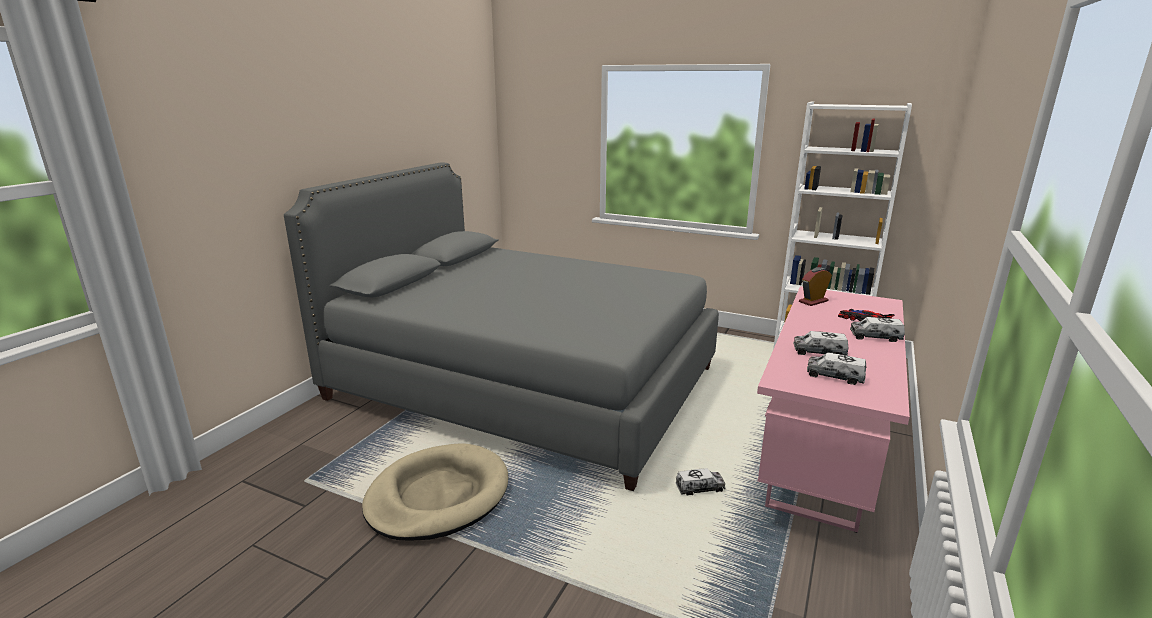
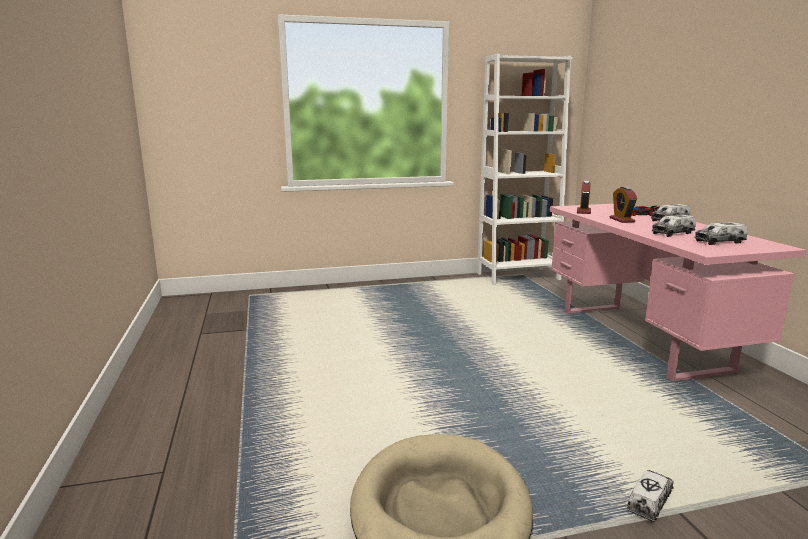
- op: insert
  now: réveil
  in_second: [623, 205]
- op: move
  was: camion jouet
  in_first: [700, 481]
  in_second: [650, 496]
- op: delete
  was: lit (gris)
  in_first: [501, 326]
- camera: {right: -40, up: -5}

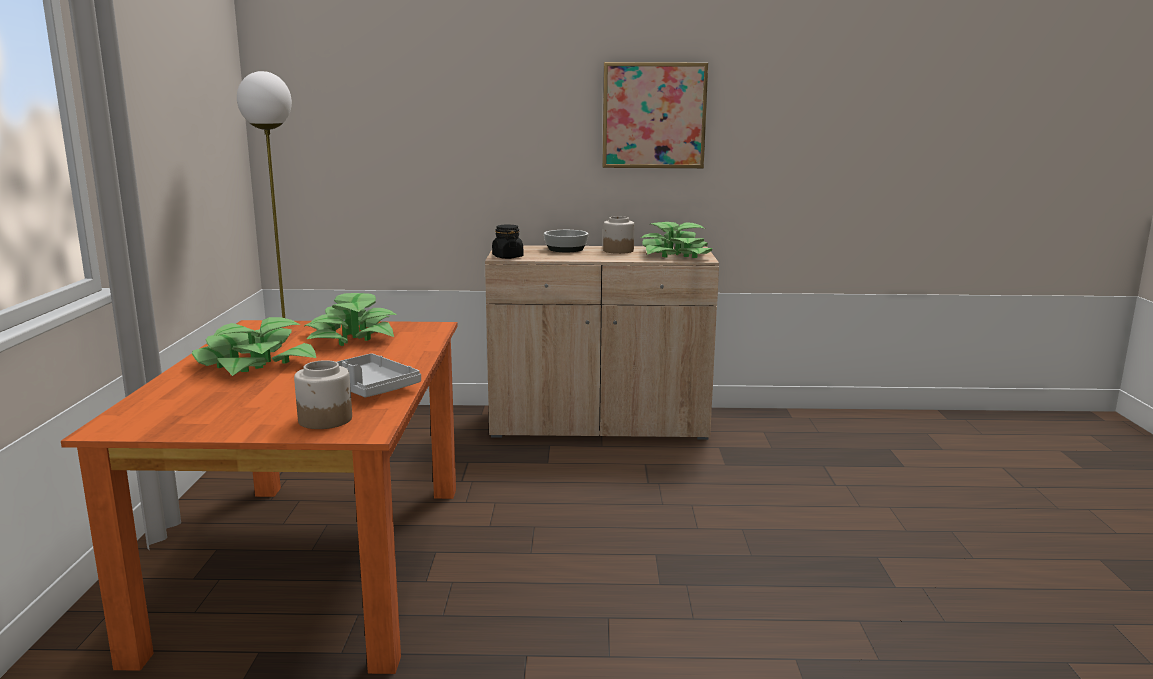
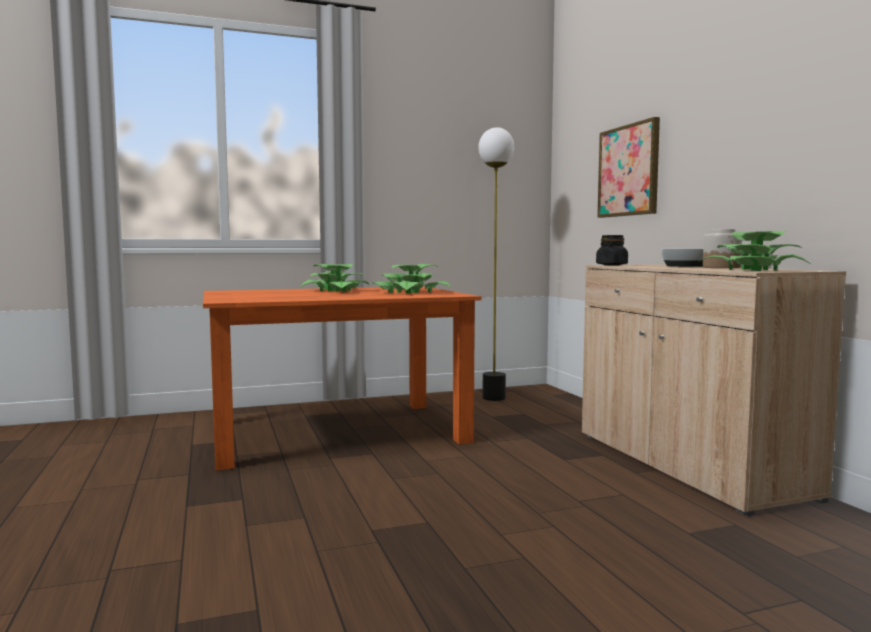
- op: move
  was: tableau
  in_first: [655, 115]
  in_second: [628, 167]
- op: delete
  was: bocal
  in_first: [323, 394]
- op: delete
  was: plateau (gris)
  in_first: [379, 375]
- camera: {right: 70, up: -10}

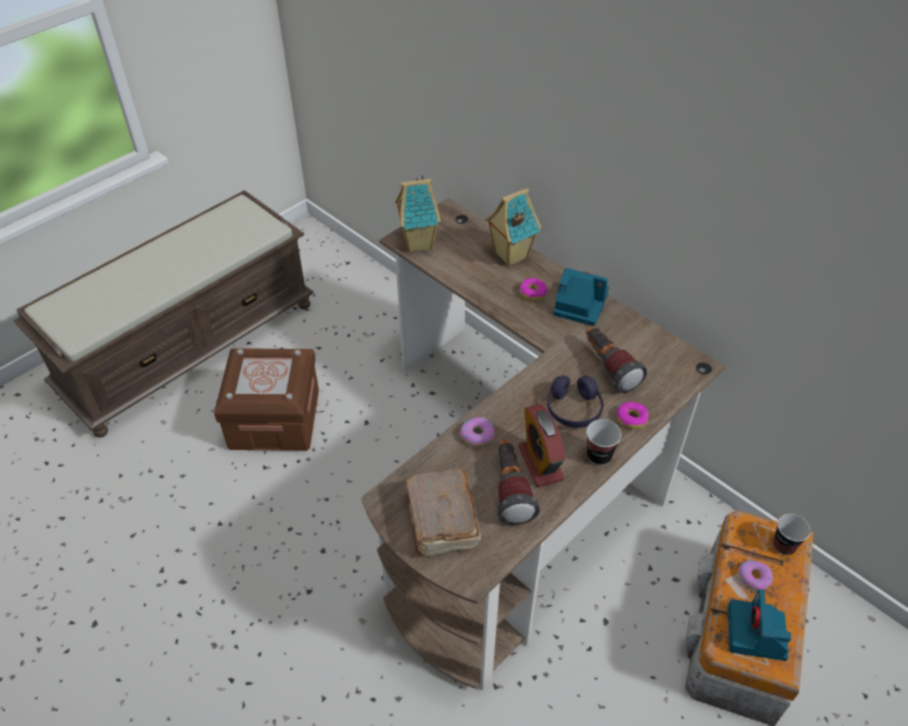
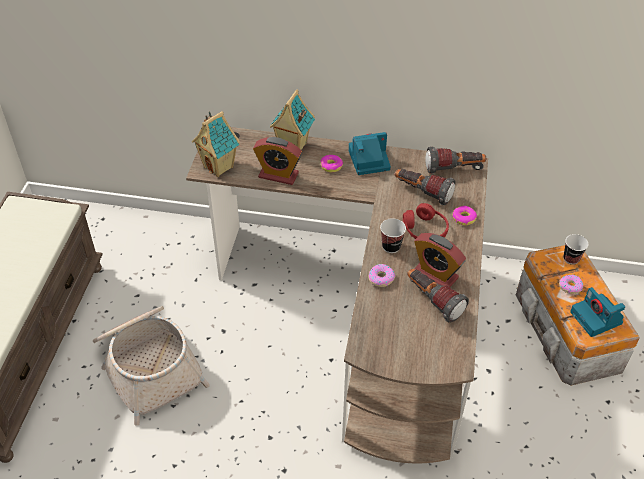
- op: replace
  was: boîte de rangement (marron)
  now: panier
  in_first: [266, 399]
  in_second: [151, 366]
- op: insert
  now: réveil
  in_second: [277, 161]
- op: move
  was: tasse
  in_first: [603, 442]
  in_second: [393, 235]
- op: recolor
  was: casque audio (violet)
  now: casque audio (rouge)
  in_first: [575, 401]
  in_second: [426, 221]
- op: insert
  now: lampe de poche
  in_second: [455, 160]
- op: delete
  was: livre (marron)
  in_first: [442, 513]
- camera: {right: -35, up: 0}

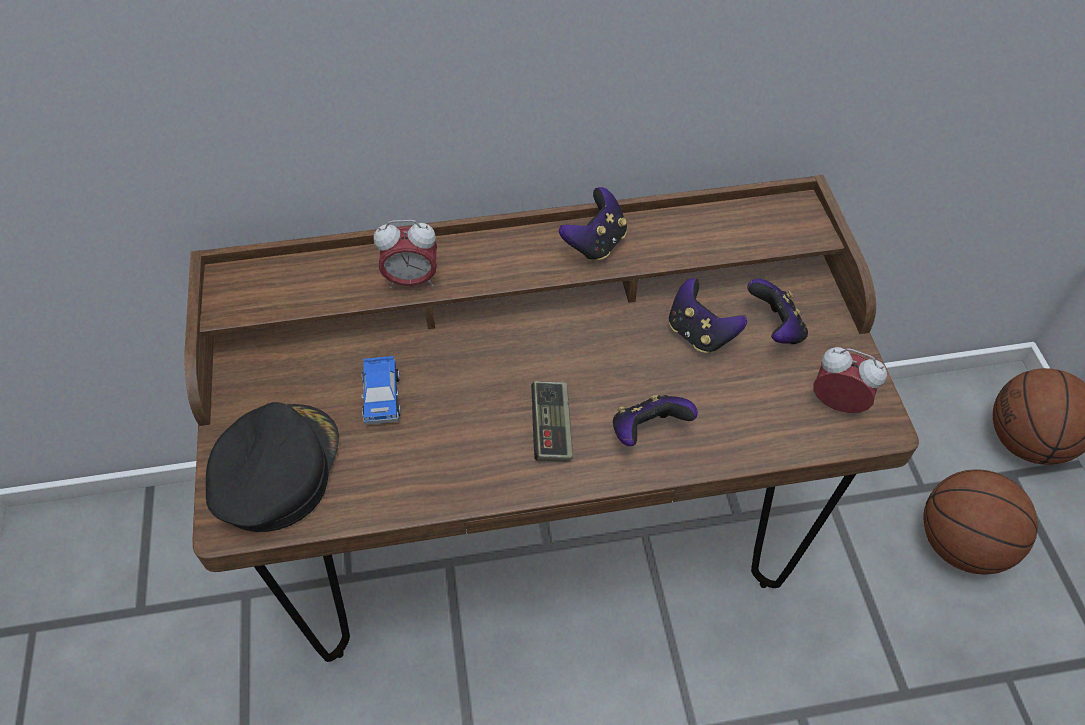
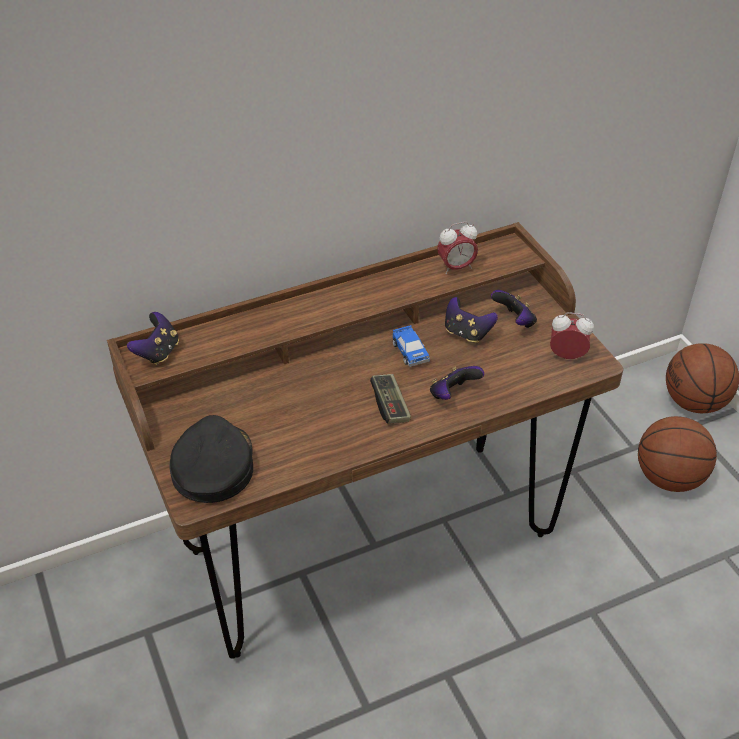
- op: move
  was: manette
  in_first: [593, 224]
  in_second: [153, 338]
- op: move
  was: petite voiture
  in_first: [381, 390]
  in_second: [411, 346]
- op: move
  was: réveil
  in_first: [405, 254]
  in_second: [457, 248]
- camera: {right: -15, up: -10}

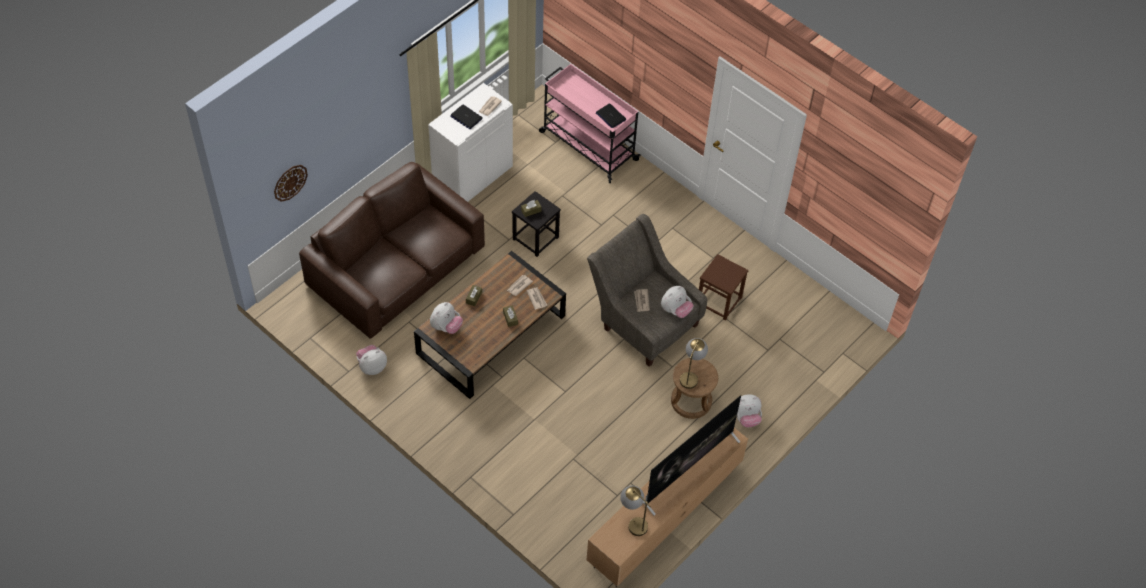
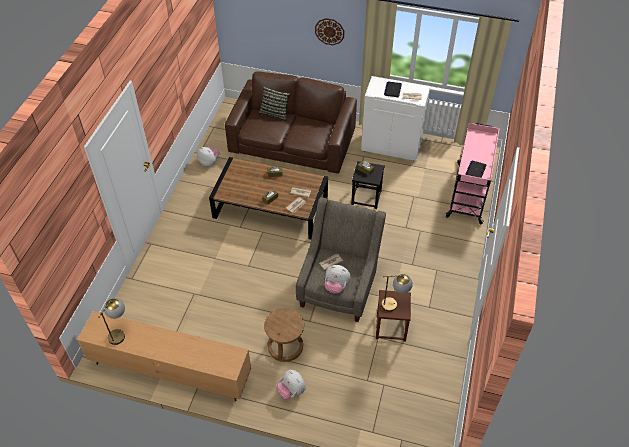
- op: insert
  now: coussin
  in_second: [275, 104]
- op: move
  was: horloge murale
  in_first: [291, 183]
  in_second: [329, 31]
- op: move
  was: lampe de table
  in_first: [694, 363]
  in_second: [397, 293]
- op: delete
  was: peluche
  in_first: [446, 318]
- op: delete
  was: téléviseur
  in_first: [692, 455]
- camera: {right: 65, up: -5}

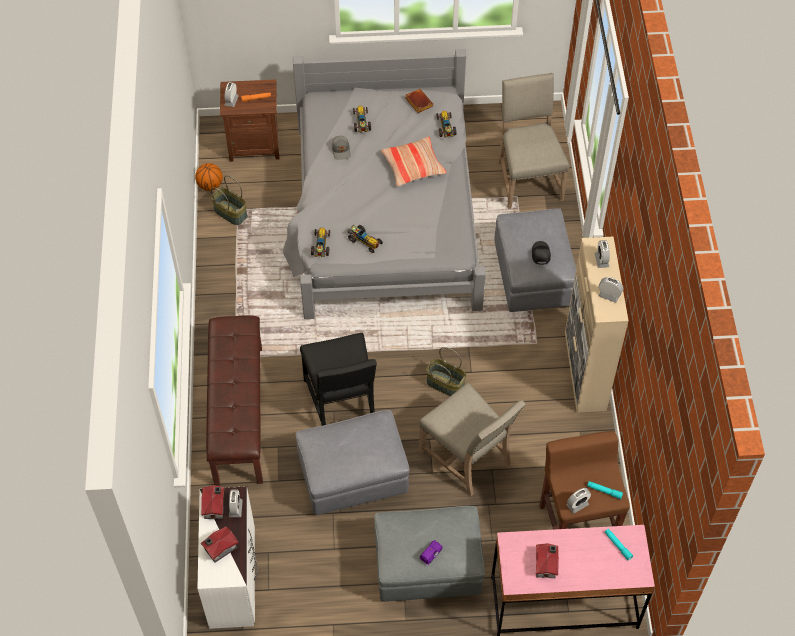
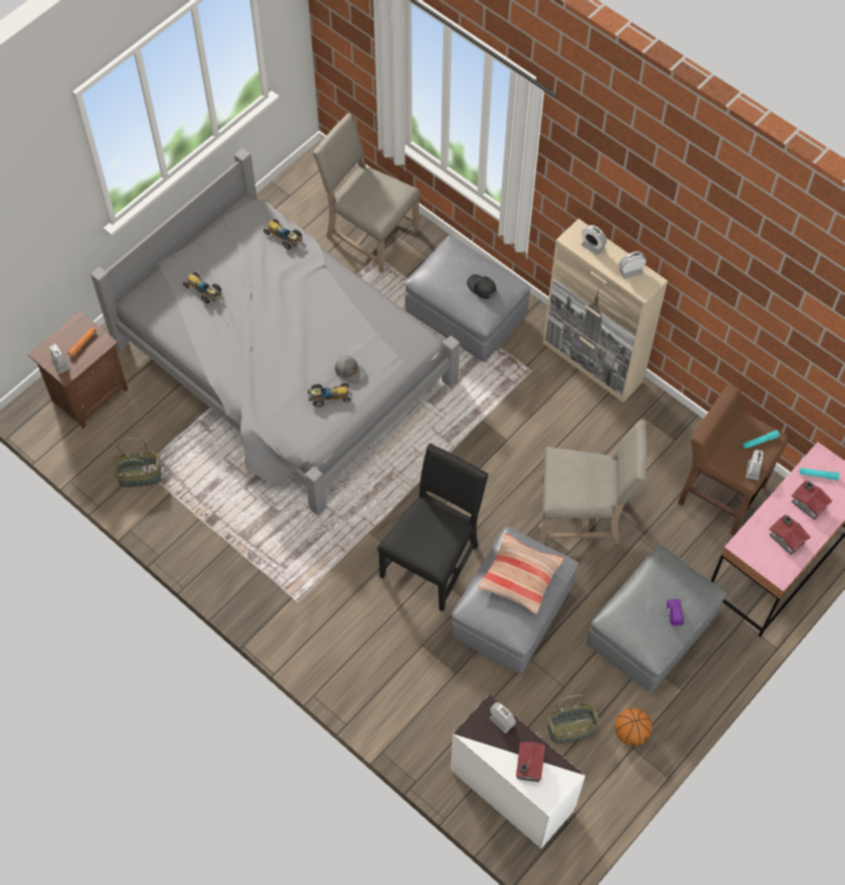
- op: move
  was: casquette (gris)
  in_first: [341, 148]
  in_second: [351, 369]
- op: rotate
  was: chaise (noir)
  in_first: [338, 379]
  in_second: [433, 527]
  clockwise: -90
- op: move
  was: coussin
  in_first: [414, 162]
  in_second: [521, 573]
- op: move
  was: panier
  in_first: [446, 371]
  in_second: [573, 719]
- op: move
  was: ballon de basket
  in_first: [209, 177]
  in_second: [633, 727]
- op: move
  was: maison miniature
  in_first: [212, 502]
  in_second: [811, 500]
- op: delete
  was: banc (marron)
  in_first: [234, 400]
- op: delete
  was: petite voiture
  in_first: [320, 242]
- op: delete
  was: livre (marron)
  in_first: [419, 101]
- camera: {right: -45, up: 5}

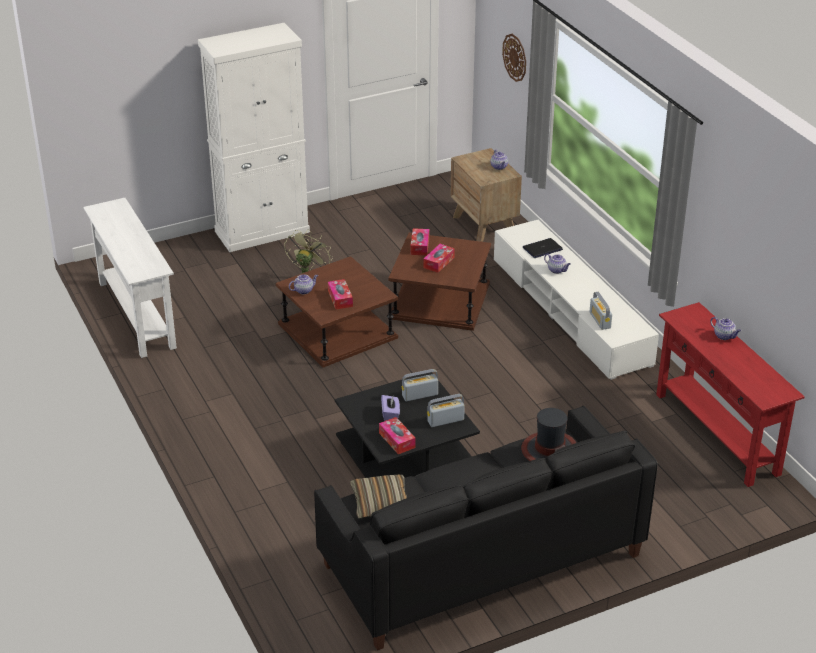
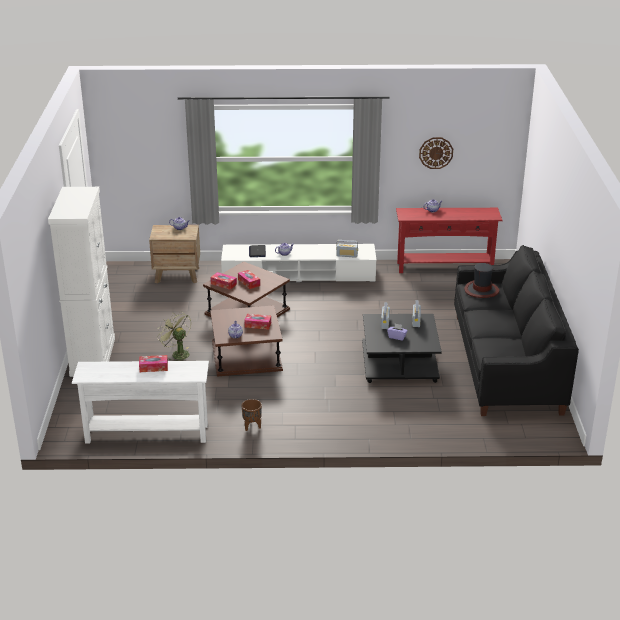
- op: move
  was: boîte à mouchoirs
  in_first: [397, 435]
  in_second: [153, 363]
- op: insert
  now: cache-pot (marron)
  in_second: [251, 415]
- op: move
  was: horloge murale
  in_first: [514, 58]
  in_second: [436, 153]
- op: delete
  was: coussin
  in_first: [378, 496]
- camera: {right: -65, up: -5}

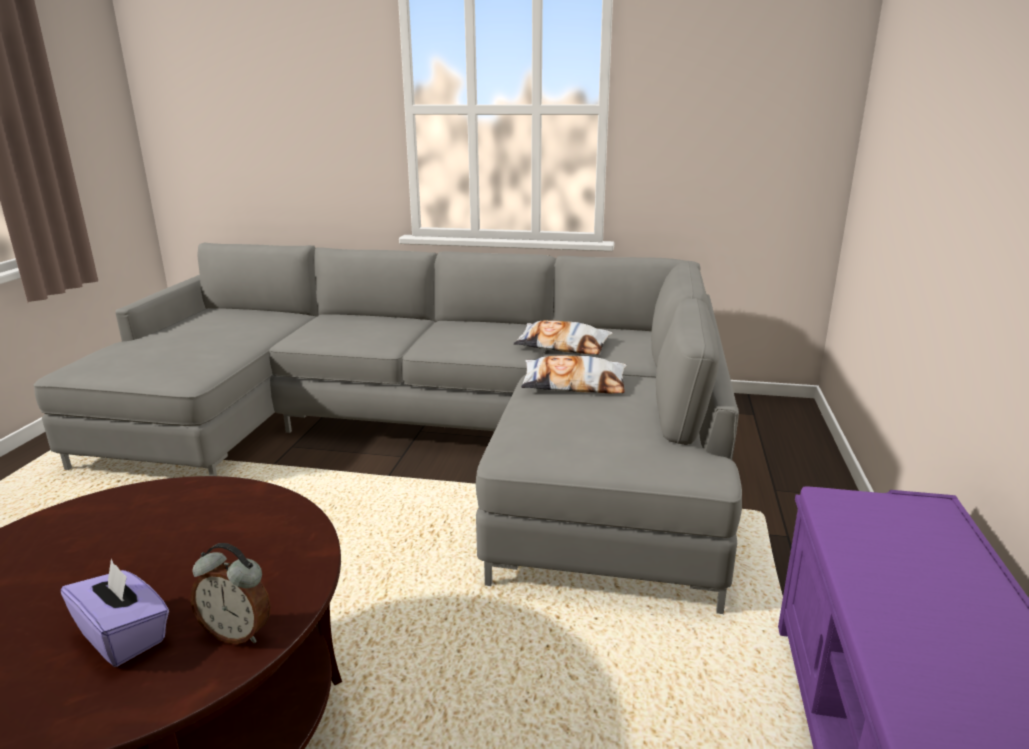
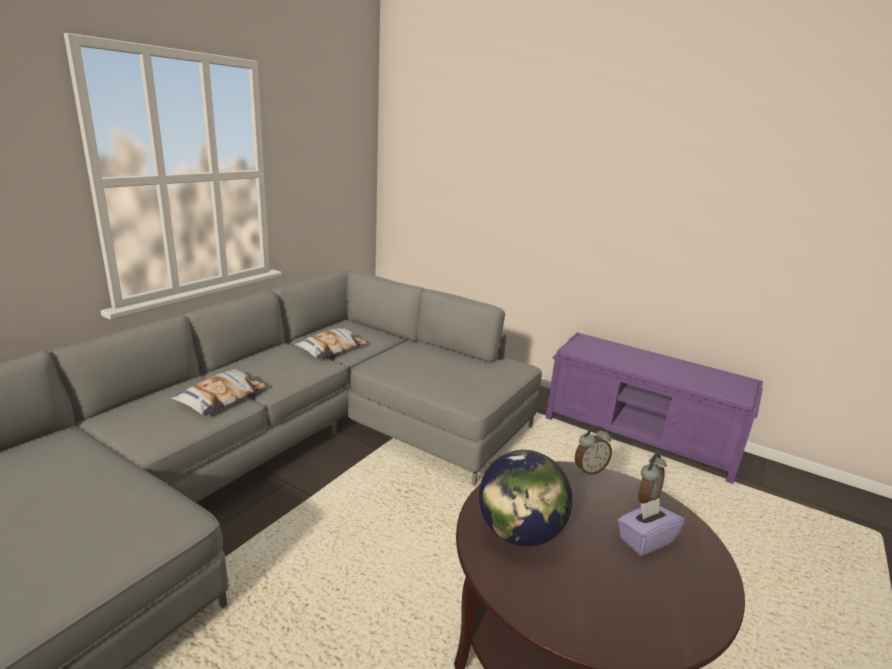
- op: move
  was: coussin
  in_first: [574, 374]
  in_second: [219, 392]
- op: insert
  now: globe
  in_second: [525, 498]
- op: insert
  now: réveil
  in_second: [593, 450]
- camera: {right: -70, up: 0}

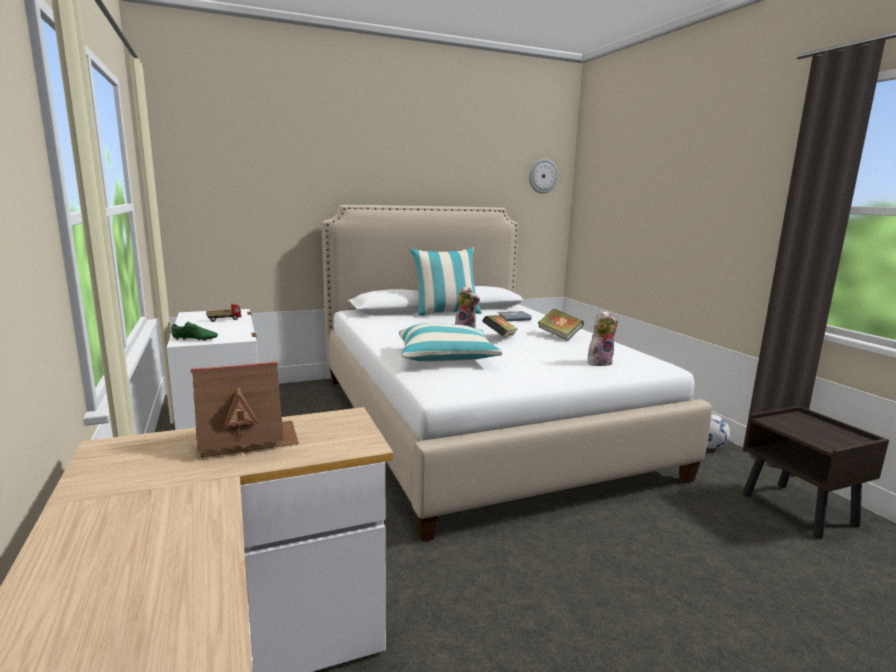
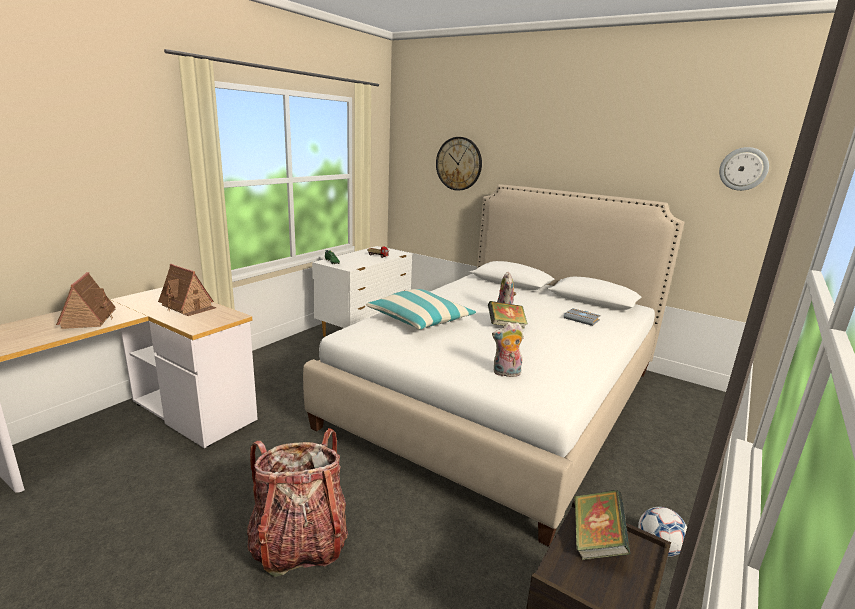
- op: insert
  now: maison miniature
  in_second: [86, 300]
- op: insert
  now: sac à dos
  in_second: [297, 502]
- op: insert
  now: horloge murale
  in_second: [459, 164]
- op: rotate
  was: peluche
  in_first: [603, 338]
  in_second: [508, 349]
  clockwise: 150
- op: move
  was: livre
  in_first: [561, 325]
  in_second: [602, 525]
- op: delete
  was: coussin
  in_first: [446, 282]
- camera: {right: 55, up: 5}

